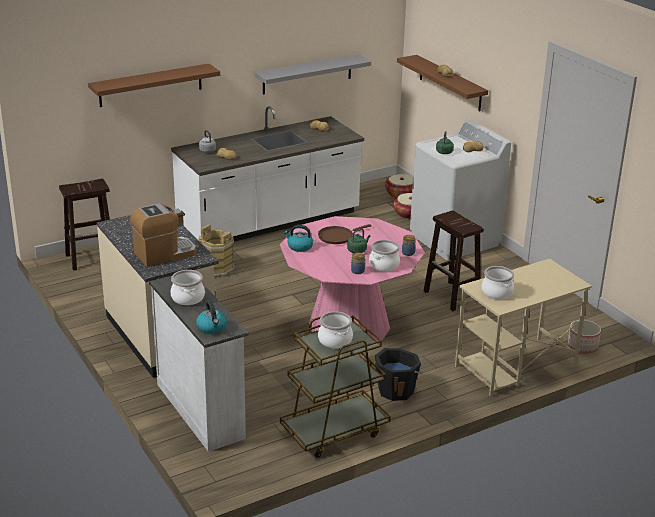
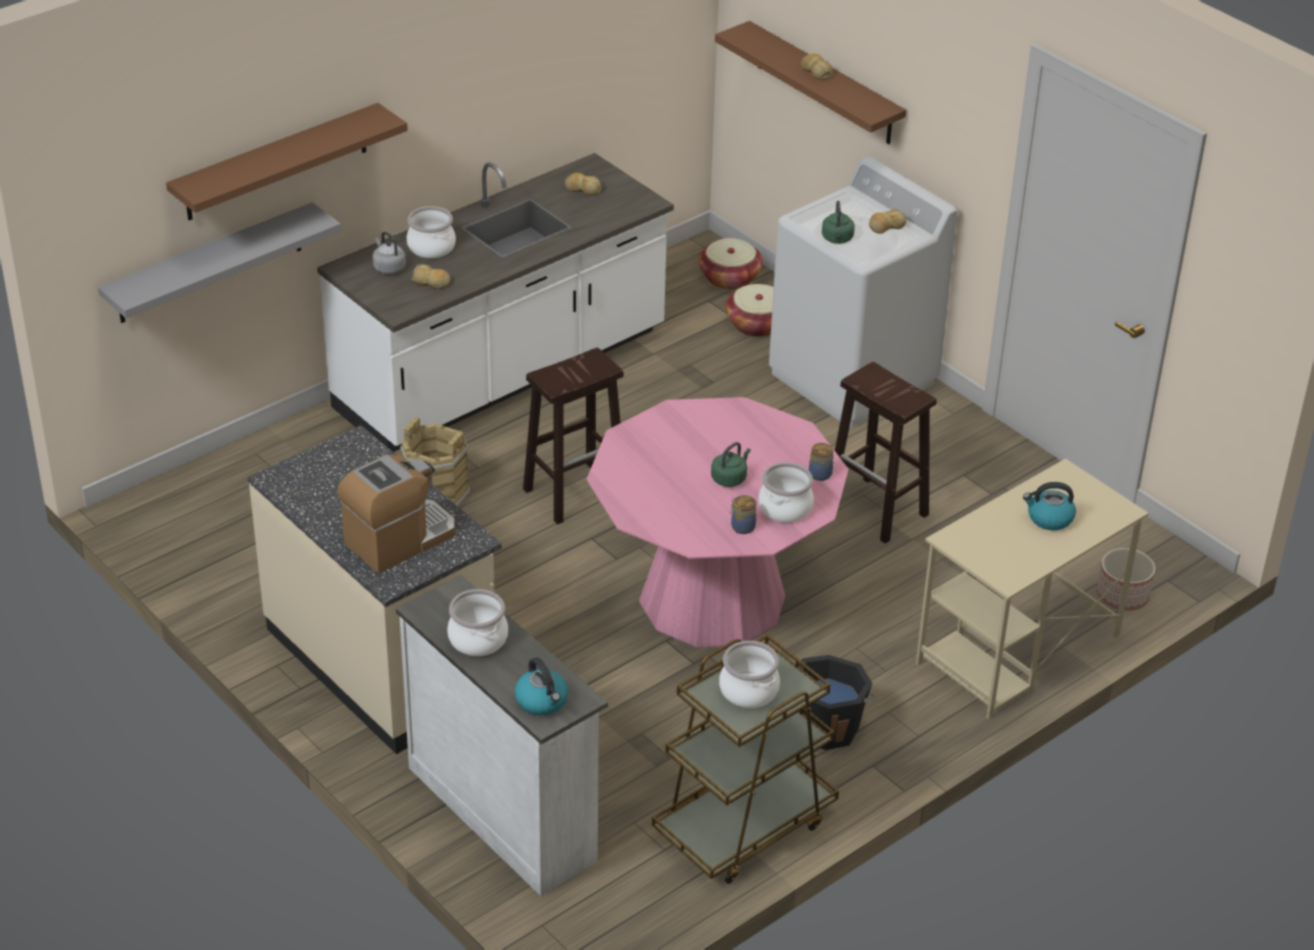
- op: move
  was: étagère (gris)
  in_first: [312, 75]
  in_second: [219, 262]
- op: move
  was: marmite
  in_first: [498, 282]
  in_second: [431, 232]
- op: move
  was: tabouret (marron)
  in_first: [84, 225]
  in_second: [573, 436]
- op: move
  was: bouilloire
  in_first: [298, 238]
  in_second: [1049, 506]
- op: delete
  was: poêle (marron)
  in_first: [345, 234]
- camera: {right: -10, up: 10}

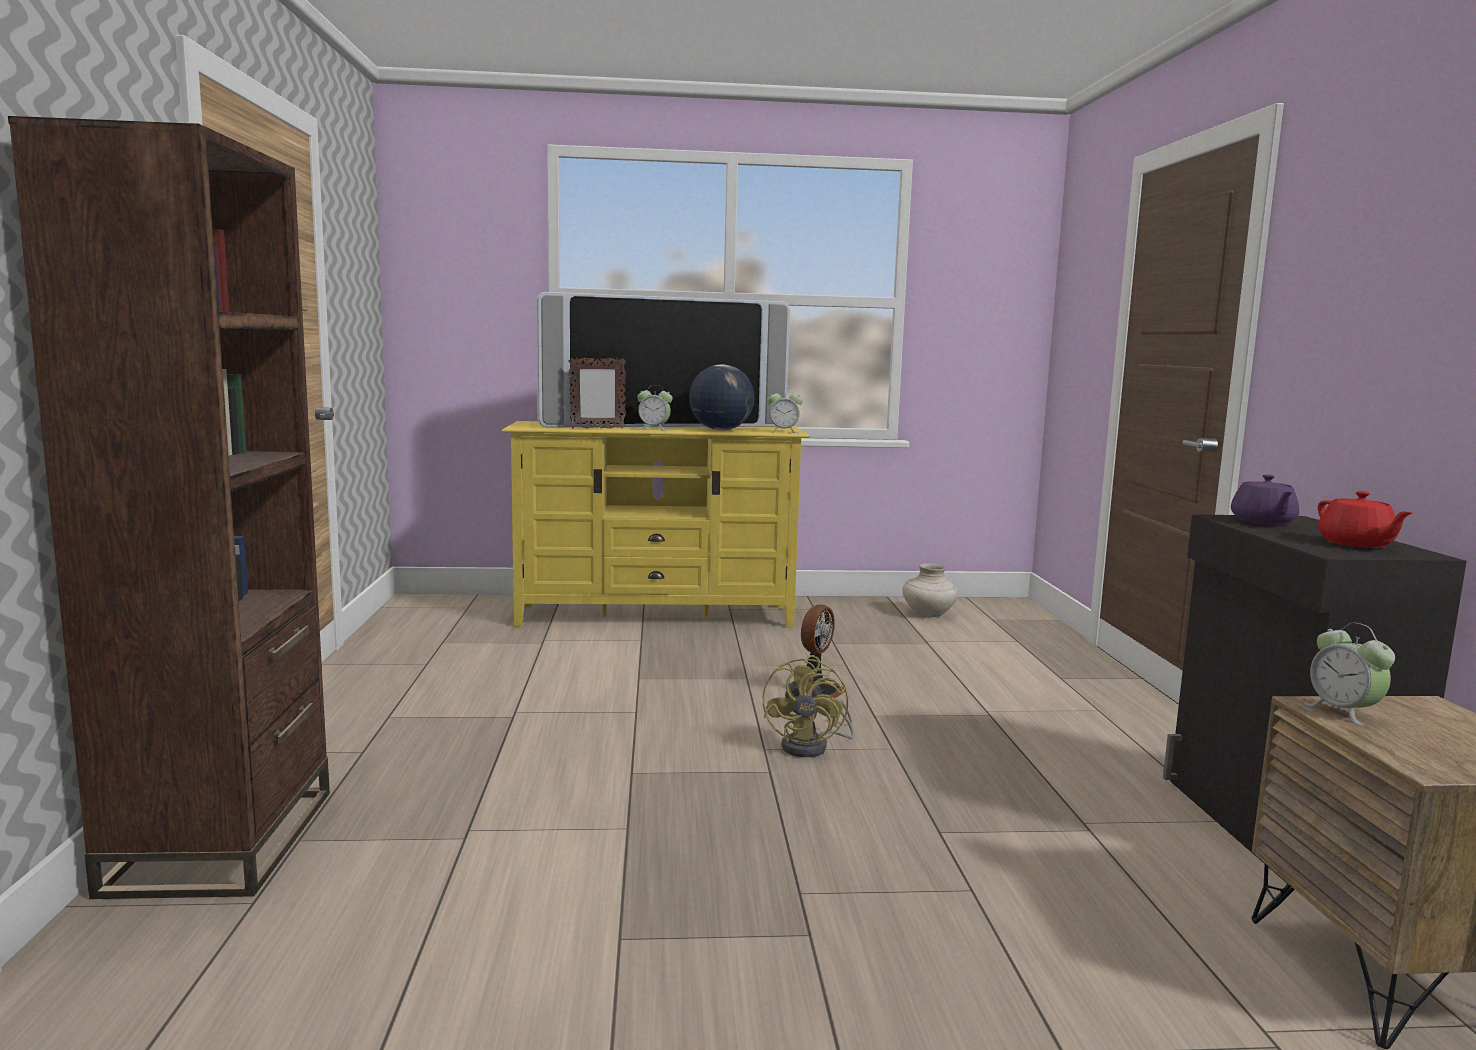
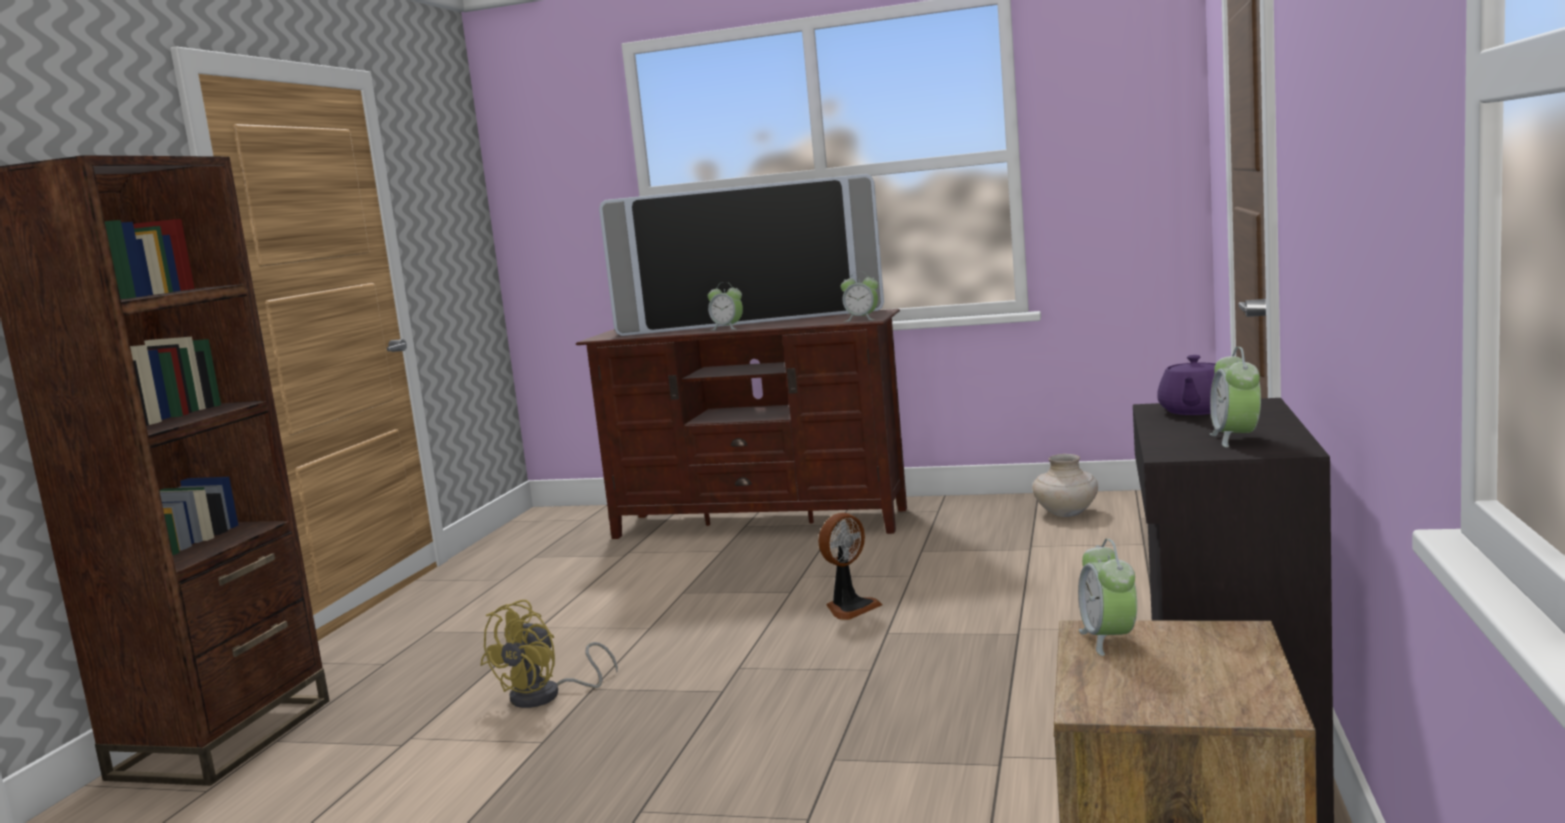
- op: move
  was: ventilateur (jaune)
  in_first: [809, 706]
  in_second: [549, 654]
- op: recolor
  was: meuble télé (jaune)
  now: meuble télé (marron)
  in_first: [655, 524]
  in_second: [741, 424]
- op: replace
  was: théière (rouge)
  now: réveil
  in_first: [1365, 519]
  in_second: [1235, 397]
- op: delete
  was: cadre photo
  in_first: [597, 393]
- op: delete
  was: globe
  in_first: [722, 397]
- camera: {right: 20, up: 0}

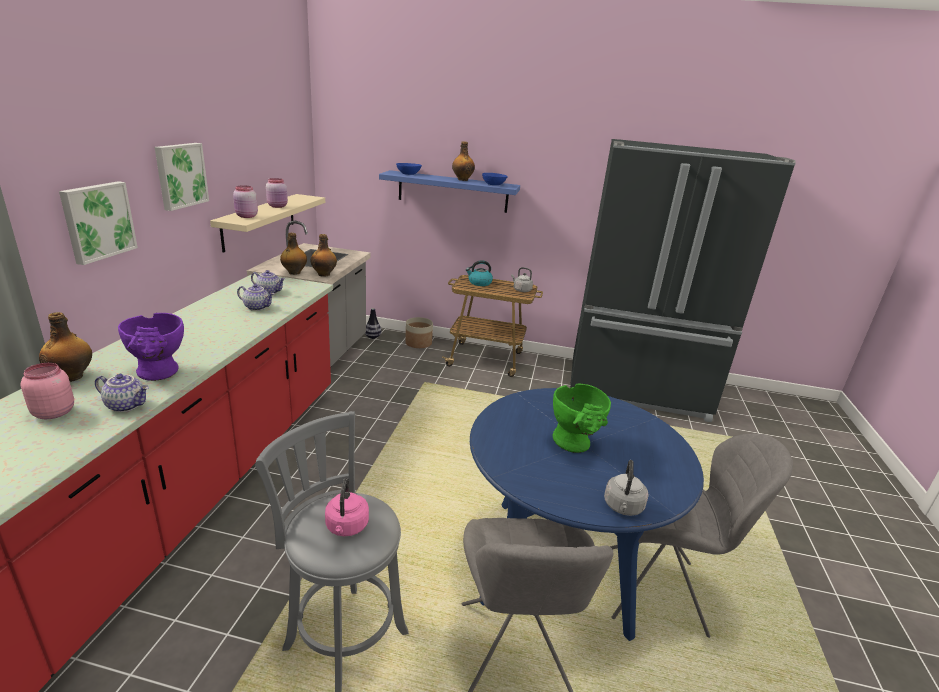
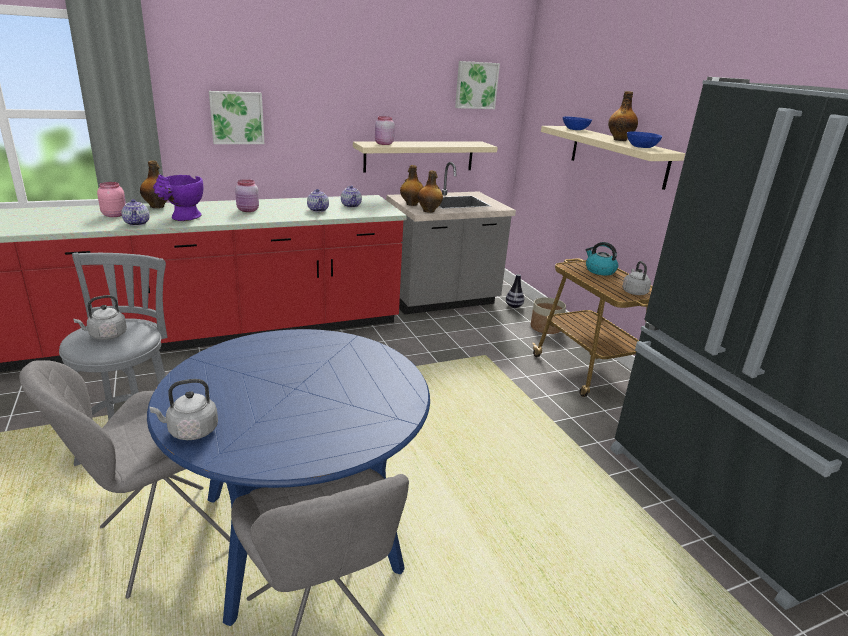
- op: recolor
  was: bouilloire (rose)
  now: bouilloire (gris)
  in_first: [347, 507]
  in_second: [100, 317]
- op: move
  was: bocal (rose)
  in_first: [277, 193]
  in_second: [247, 195]
- op: move
  was: tableau
  in_first: [181, 177]
  in_second: [477, 85]
- op: recolor
  was: étagère (bleu)
  now: étagère (beige)
  in_first: [449, 191]
  in_second: [613, 158]
- op: delete
  was: vase (vert)
  in_first: [582, 418]
- camera: {right: 55, up: 0}

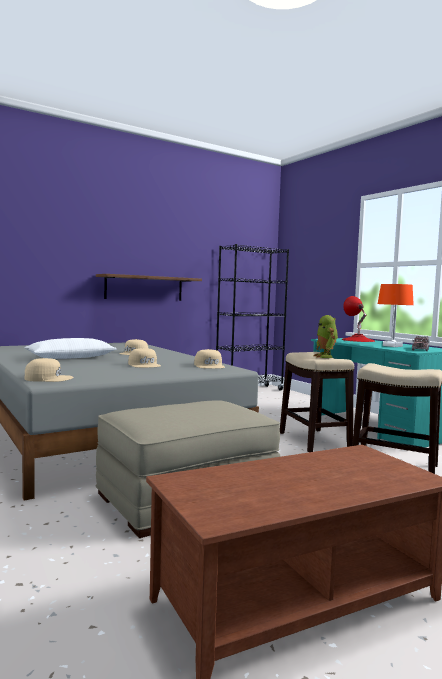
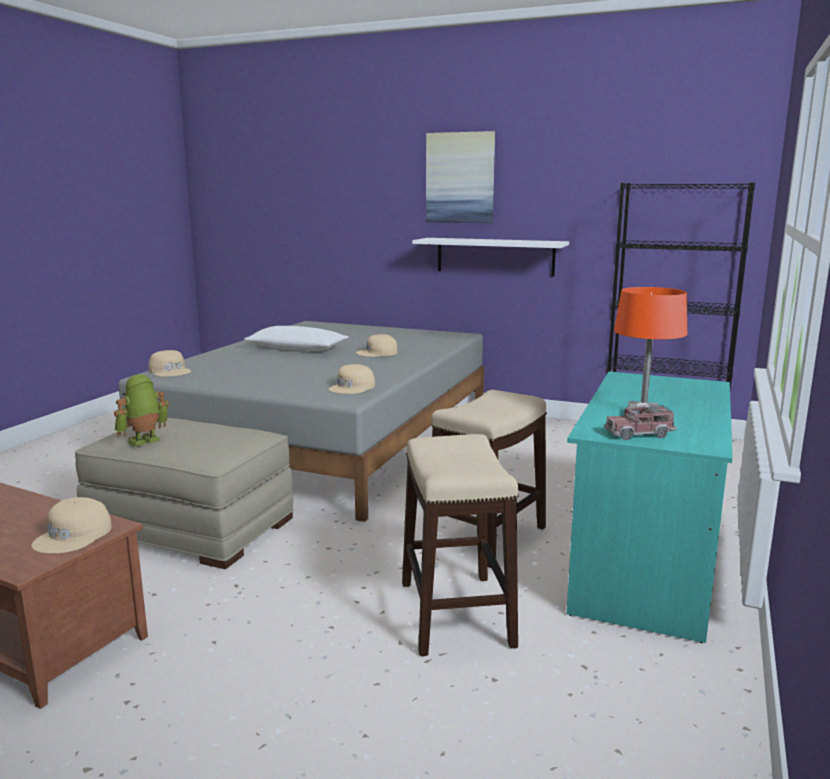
- op: move
  was: casquette (beige)
  in_first: [144, 358]
  in_second: [71, 525]
- op: move
  was: robot jouet
  in_first: [326, 336]
  in_second: [141, 410]
- op: recolor
  was: étagère (marron)
  now: étagère (blanc)
  in_first: [149, 287]
  in_second: [490, 257]
- op: insert
  now: tableau
  in_second: [460, 177]
- op: delete
  was: lampe de table (rouge)
  in_first: [358, 319]
- camera: {right: 55, up: 10}

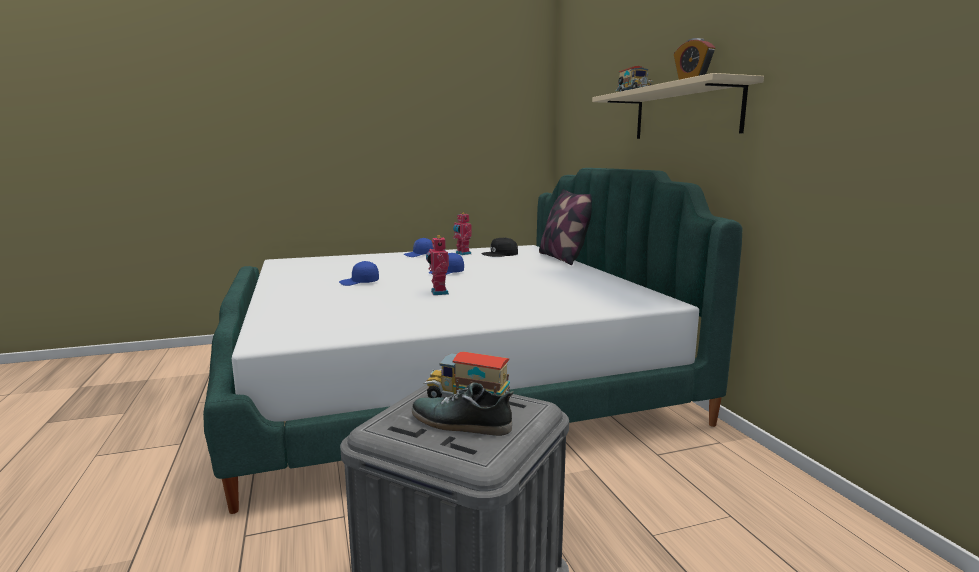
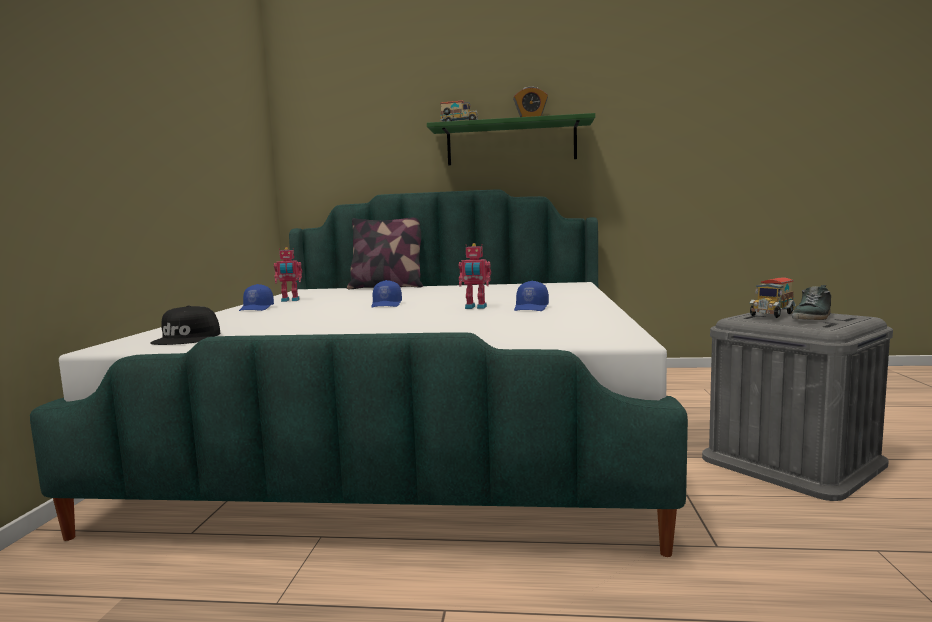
- op: move
  was: casquette (noir)
  in_first: [500, 247]
  in_second: [185, 325]
- op: recolor
  was: étagère (beige)
  now: étagère (vert)
  in_first: [678, 106]
  in_second: [511, 139]
- op: move
  was: casquette (bleu)
  in_first: [359, 273]
  in_second: [531, 295]
- camera: {right: -65, up: -5}

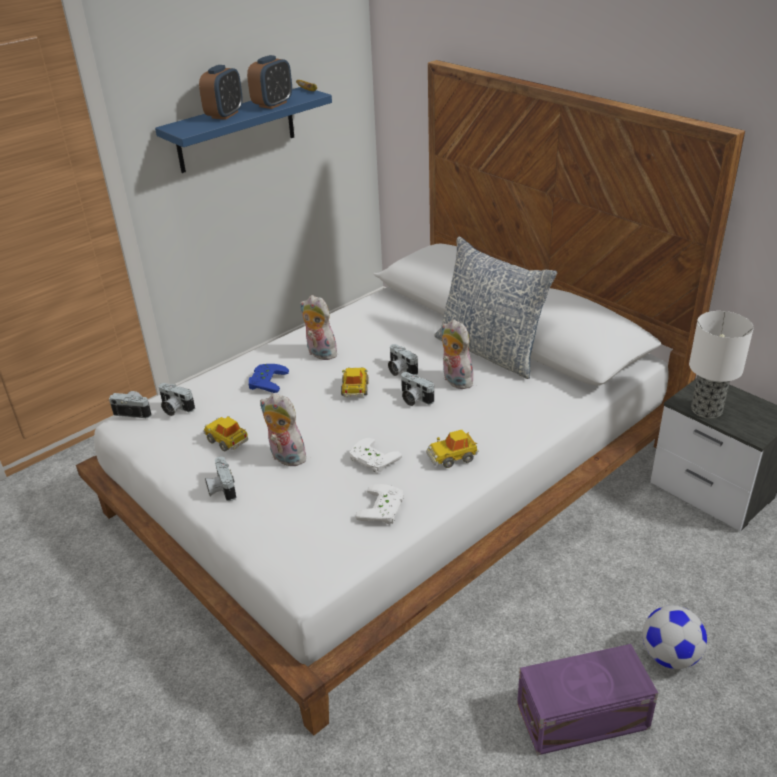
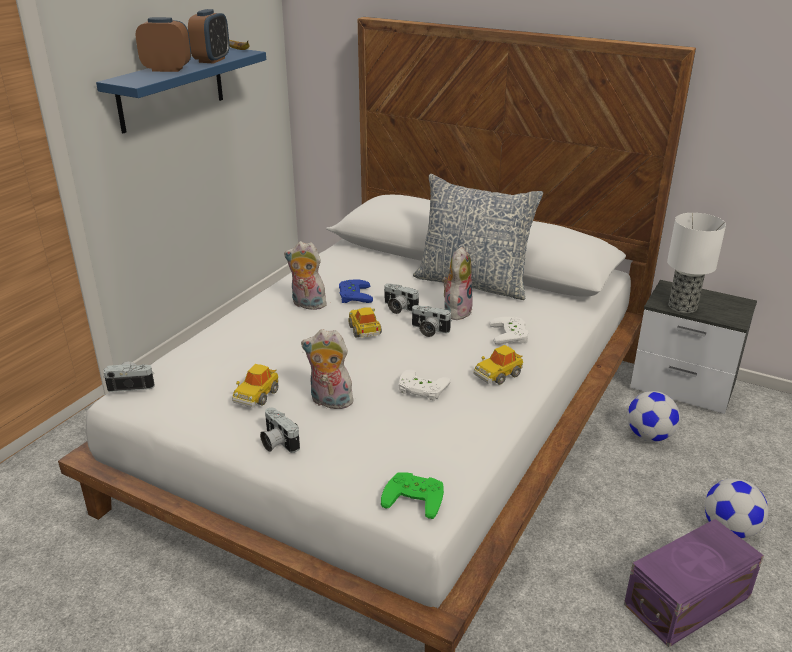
- op: rotate
  was: réveil
  in_first: [221, 92]
  in_second: [163, 44]
  clockwise: -90
- op: rotate
  was: petite voiture
  in_first: [225, 434]
  in_second: [255, 386]
  clockwise: -90
- op: move
  was: manette (bleu)
  in_first: [269, 378]
  in_second: [356, 291]
- op: insert
  now: manette (vert)
  in_second: [412, 496]
- op: rotate
  was: peluche
  in_first: [457, 354]
  in_second: [457, 283]
  clockwise: 75
- op: move
  was: manette (blanc)
  in_first: [379, 504]
  in_second: [508, 331]
- op: insert
  now: ballon de foot
  in_second: [653, 416]
- op: delete
  was: appareil photo
  in_first: [177, 399]
- camera: {right: -20, up: -5}

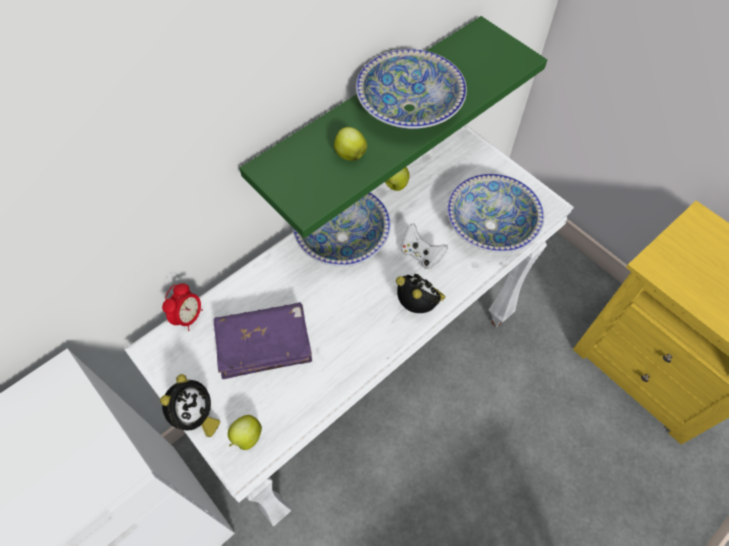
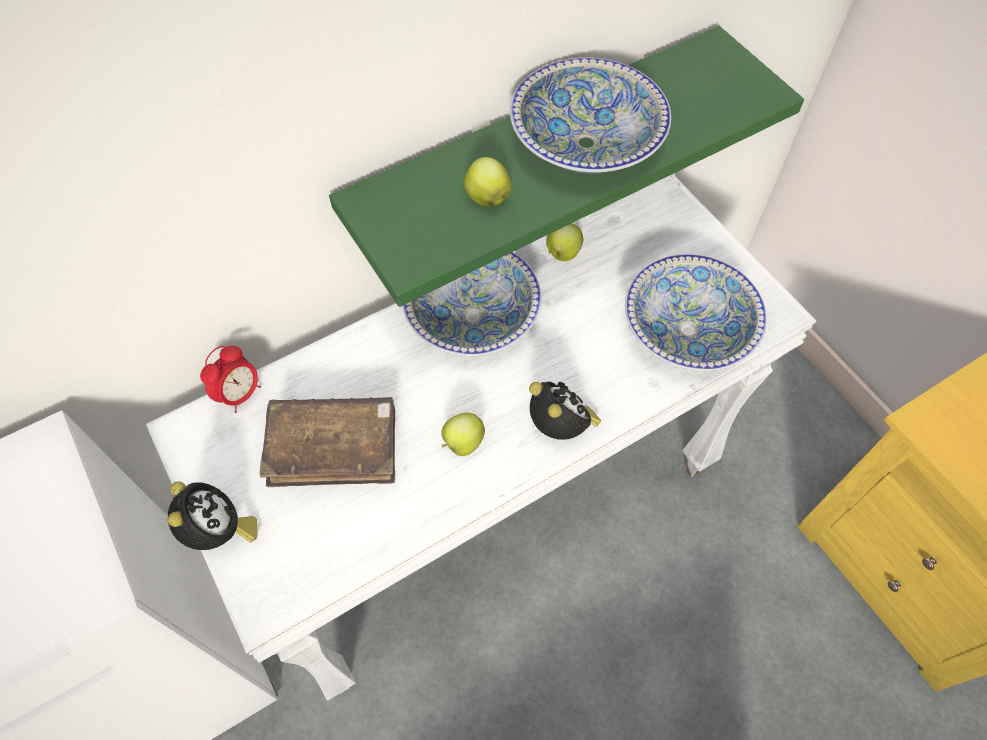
- op: rotate
  was: réveil
  in_first: [190, 405]
  in_second: [213, 515]
  clockwise: -45
- op: recolor
  was: livre (violet)
  now: livre (marron)
  in_first: [263, 340]
  in_second: [327, 442]
- op: move
  was: pomme
  in_first: [245, 432]
  in_second: [463, 434]
- op: delete
  was: manette (blanc)
  in_first: [424, 246]
- camera: {right: 10, up: 0}

